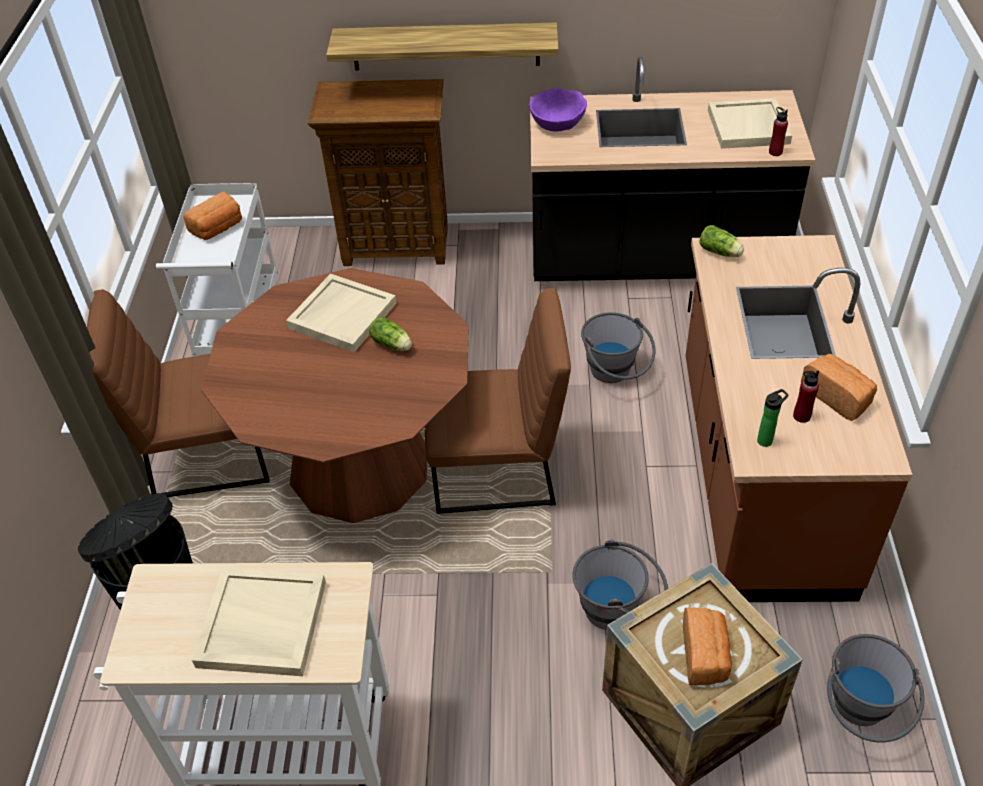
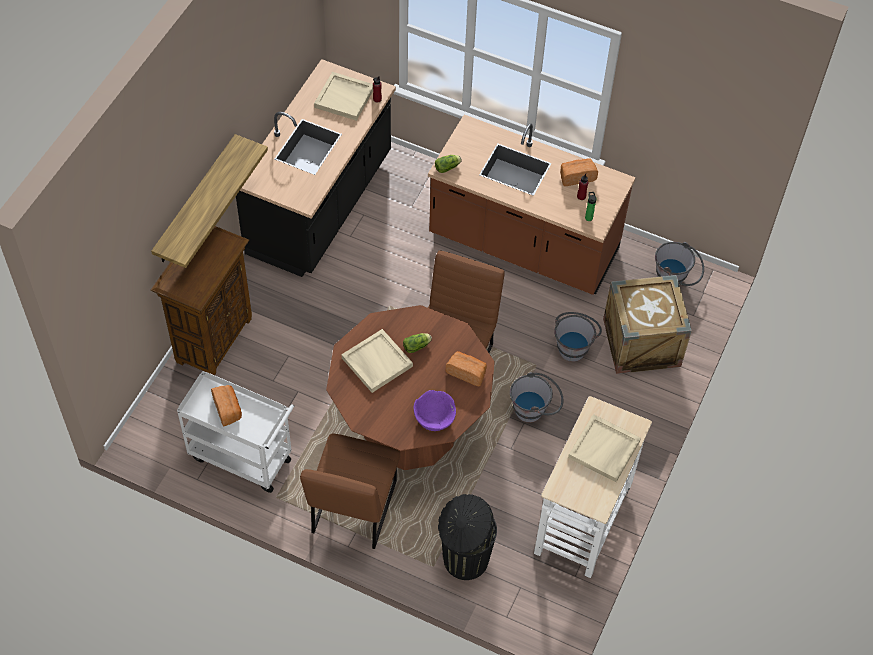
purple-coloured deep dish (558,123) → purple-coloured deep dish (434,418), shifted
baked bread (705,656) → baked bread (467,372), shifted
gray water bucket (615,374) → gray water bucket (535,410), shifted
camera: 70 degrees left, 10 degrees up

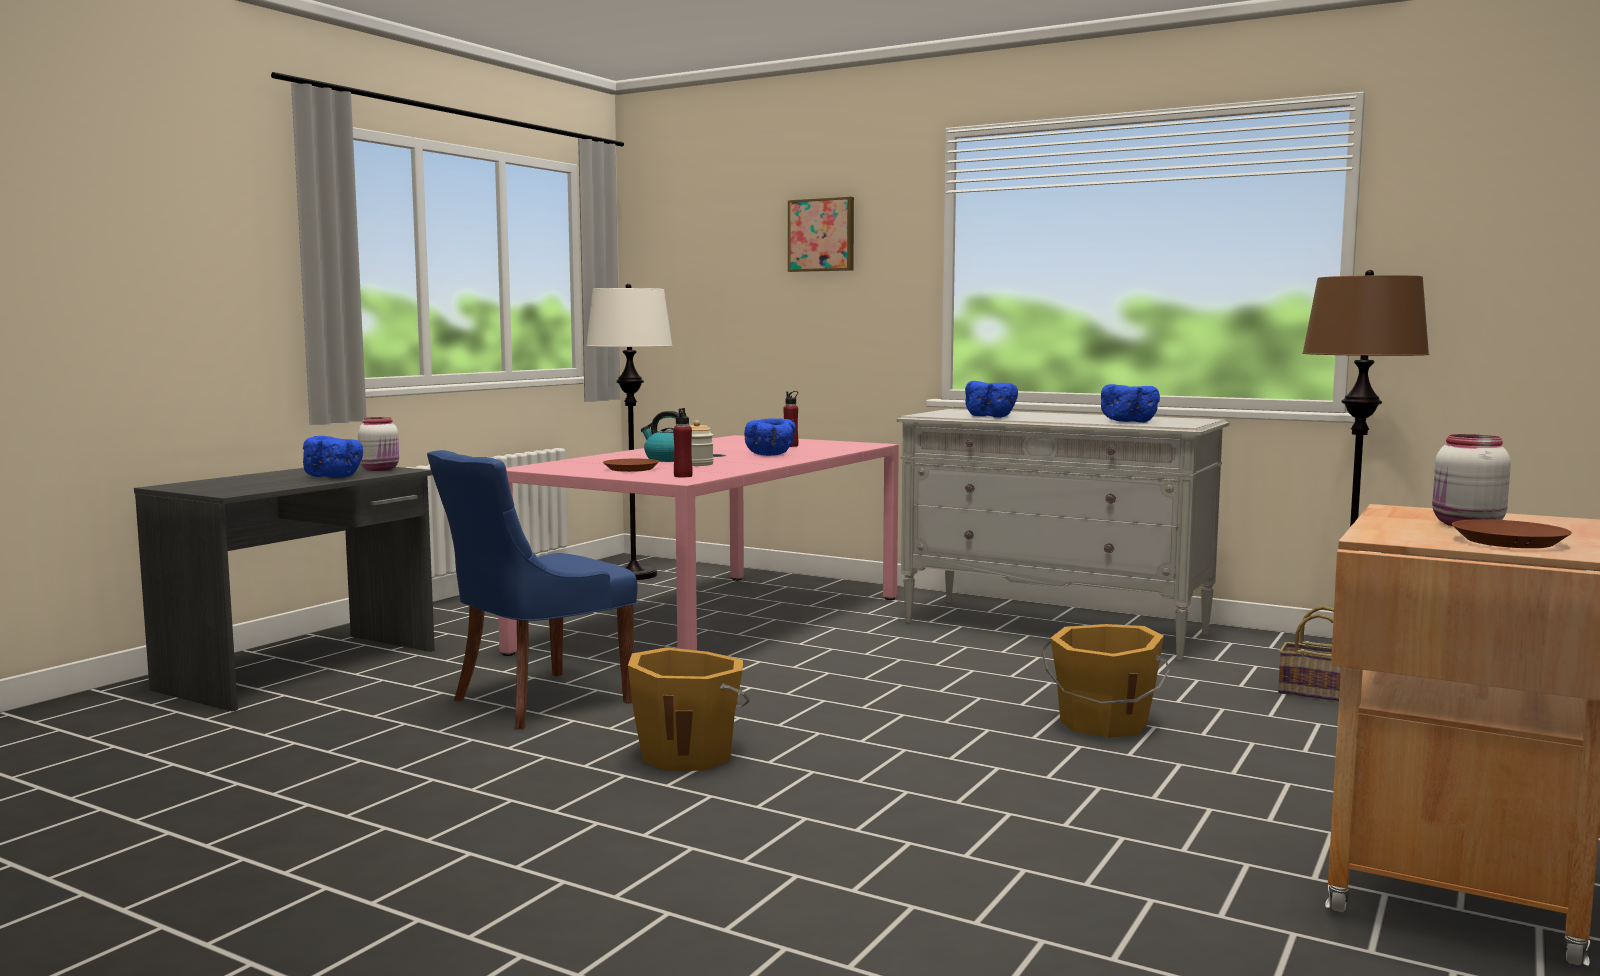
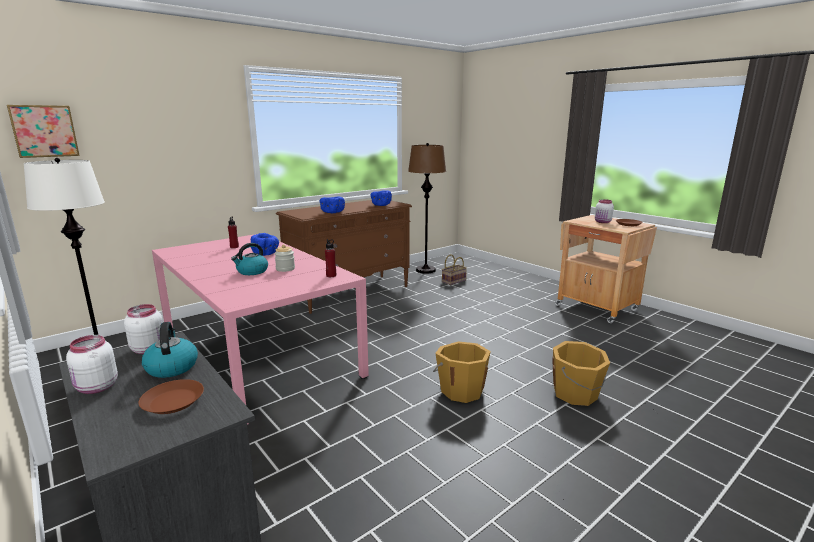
picture (822,235) → picture (44,131), shifted
- → white jar (96,388)
brownish plate (632,469) → brownish plate (173,401), shifted
blue-coloured deep dish (334,476) → tea kettle (171,367)
white chest of drawers (1055,628) → brownish chest of drawers (351,293)
orange water bucket (1103,724) → orange water bucket (576,394), shifted
blue-coloured plain chair (537,701) → -
camera: 70 degrees left, 10 degrees up

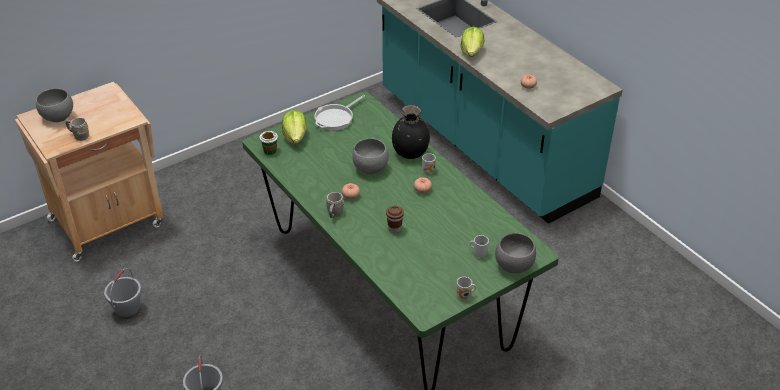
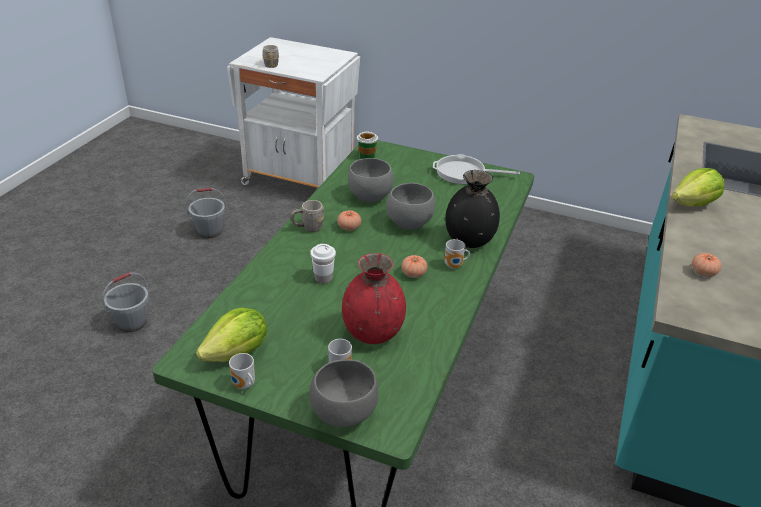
head of lettuce (295,137) → head of lettuce (238,353), shifted
brownish wheeled cart (108,221) → white wheeled cart (300,178)
brownish cup (394,229) → white cup (323,278)
- → reddish flower vase (373,333)
gray deep dish (58,118) → gray deep dish (369,197), shifted
camera: 55 degrees right, 5 degrees down

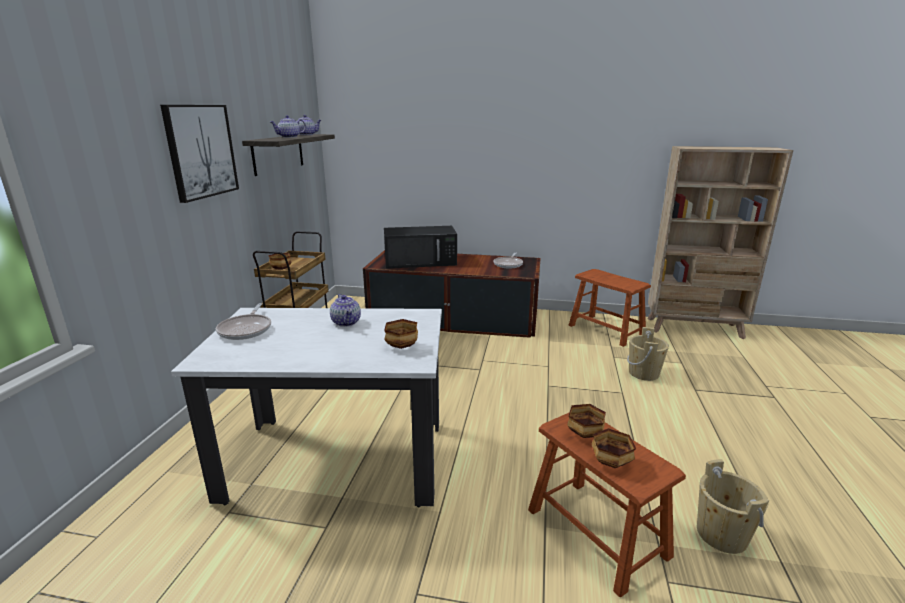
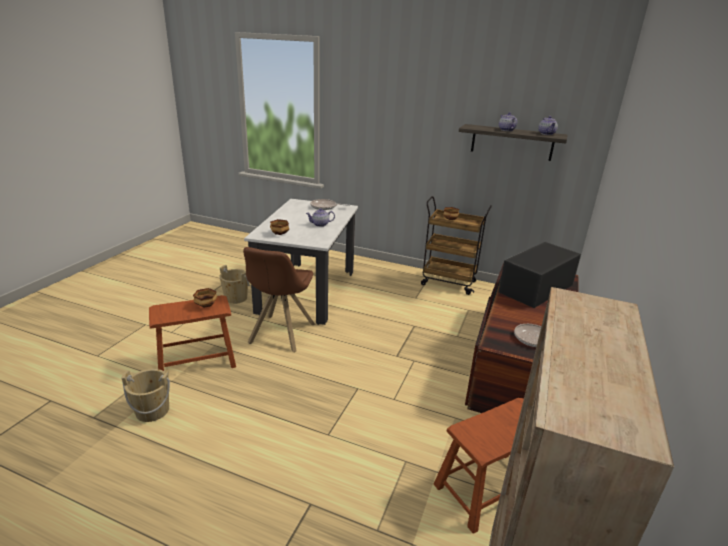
sand-coloured water bucket (643,373) → sand-coloured water bucket (236,298), shifted
- → brownish plain chair (281,333)
blackish microwave (421,261) → blackish microwave (536,289), 45 degrees clockwise
picture (201,151) → -
deep dish (612,462) → -
camera: 100 degrees right, 5 degrees up

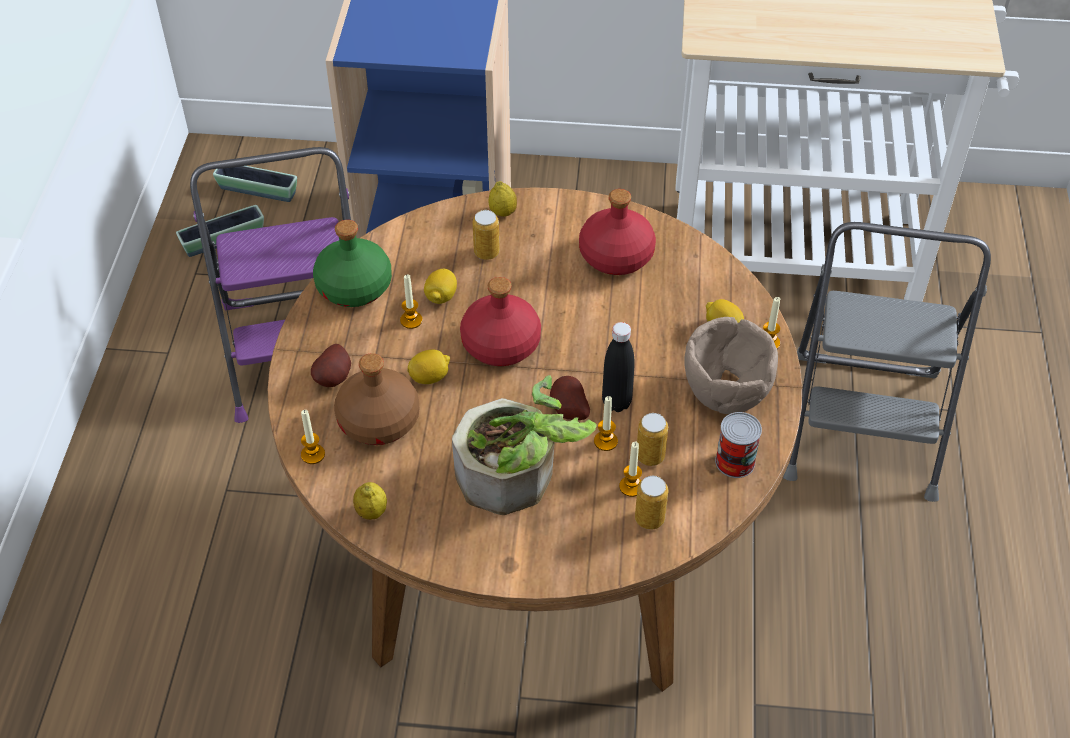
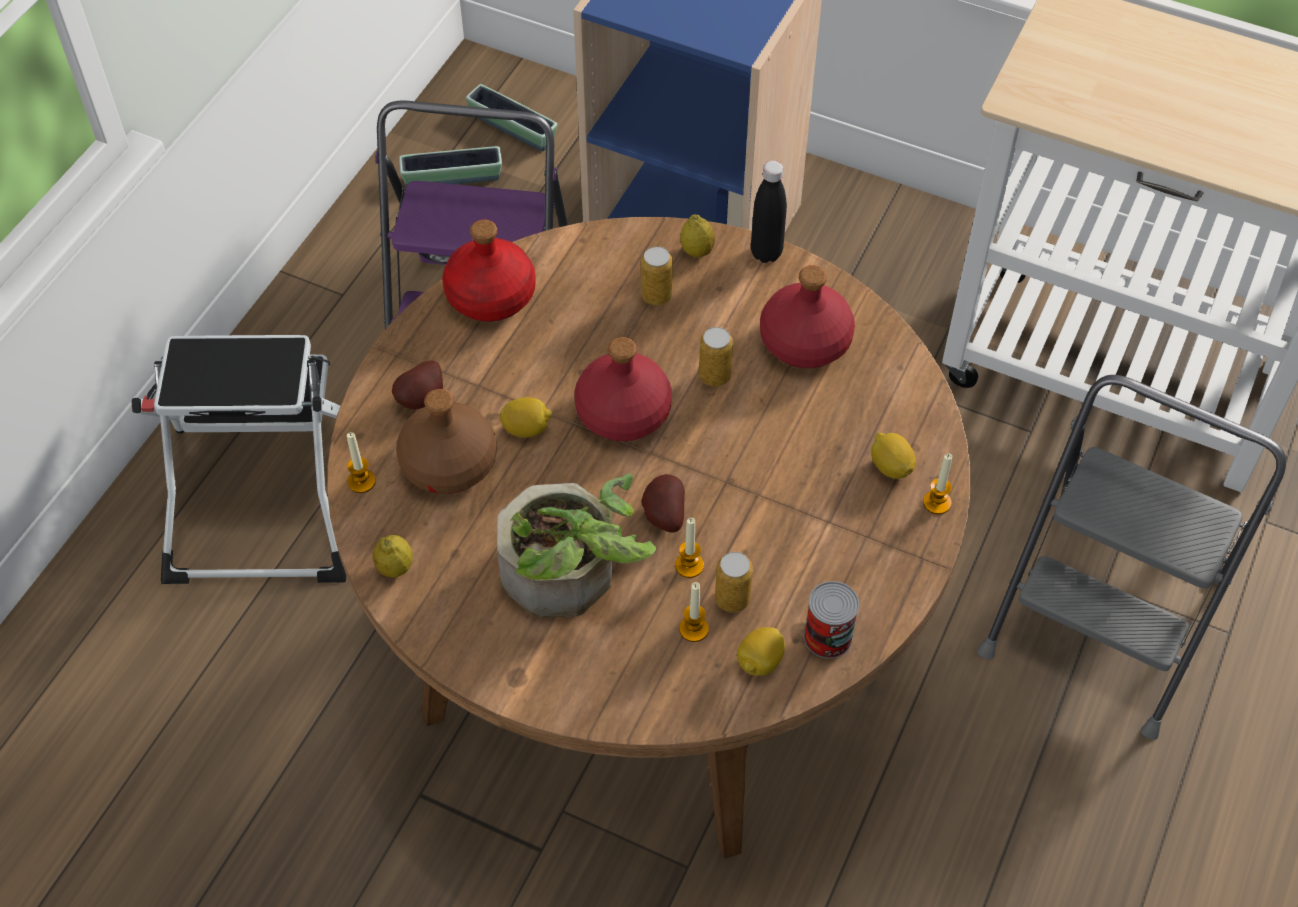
- → step stool (265,494)
green bottle (353,287) → reddish bottle (489,296)
can (649,519) → can (714,376), shifted
citrus fruit (441,297) → citrus fruit (759,662), shifted
blackish bottle (616,402) → blackish bottle (766,253), shifted
candle (411,320) → -
brownish deep dish (725,390) → -
camera: 20 degrees right, 5 degrees up

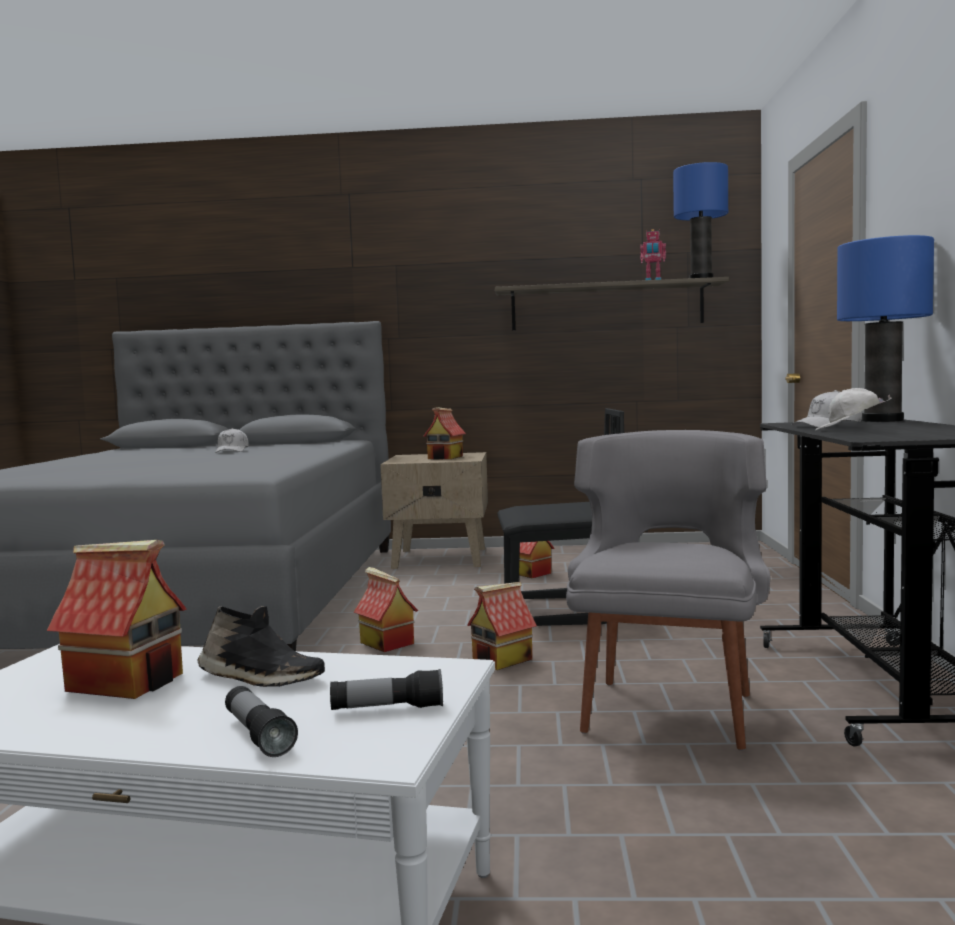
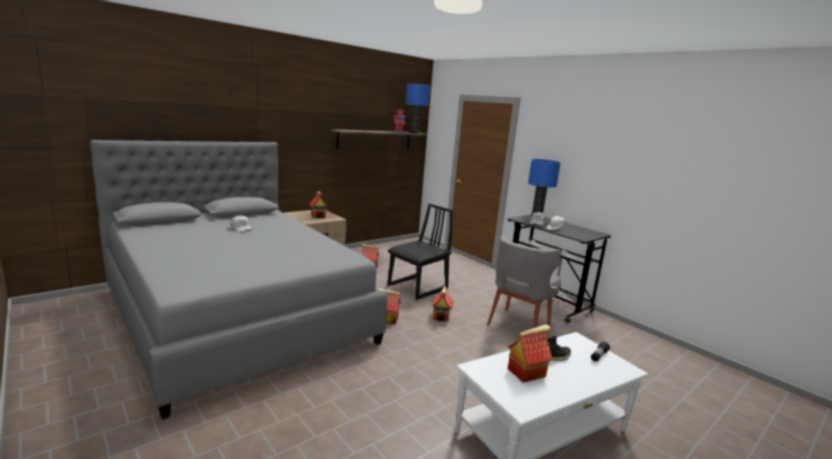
gray plain chair (668,714) → gray plain chair (519,325), 120 degrees counterclockwise
flashlight (258,735) → -
camera: 45 degrees left, 10 degrees up

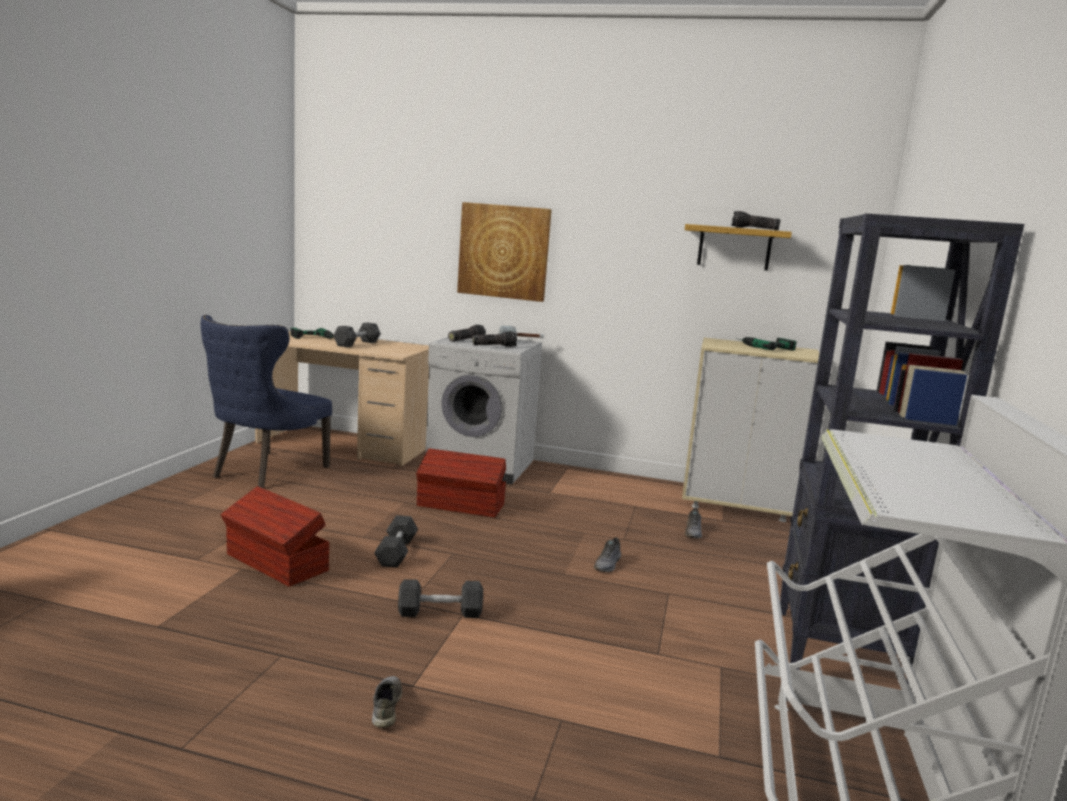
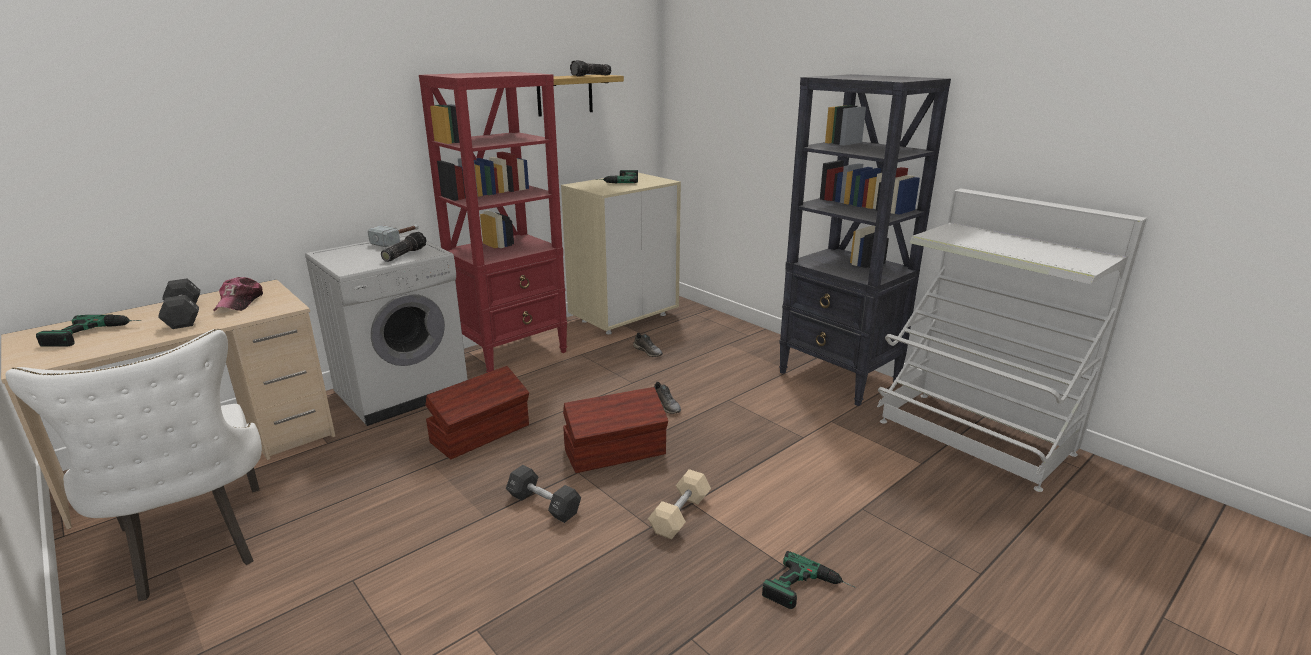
blue-coloured plain chair (265,471) → white plain chair (196,545)
- → peaked cap (240,302)
- → reddish shelving unit (513,353)
brownish storage container (276,563) → brownish storage container (616,452), shifted
blackish hand weight (440,612) → sand-coloured hand weight (680,515)
gray item of footwear (385,707) → power drill (809,591)
flashlight (465,340) → -
picture (504,251) → -
camera: 55 degrees left, 10 degrees up

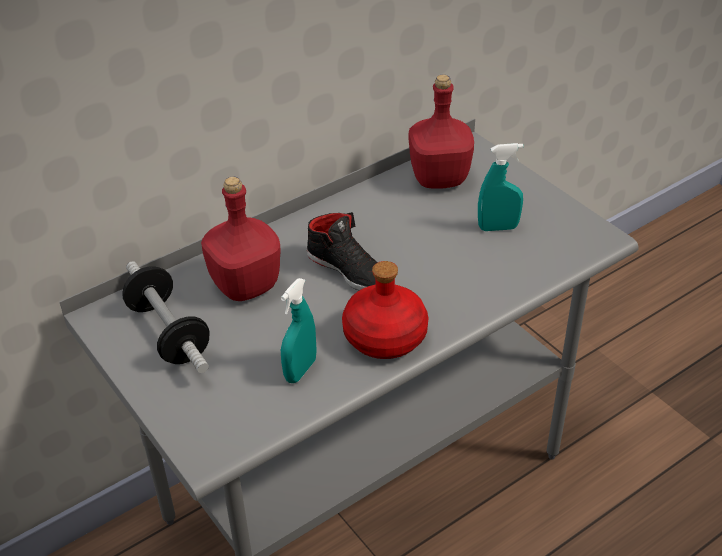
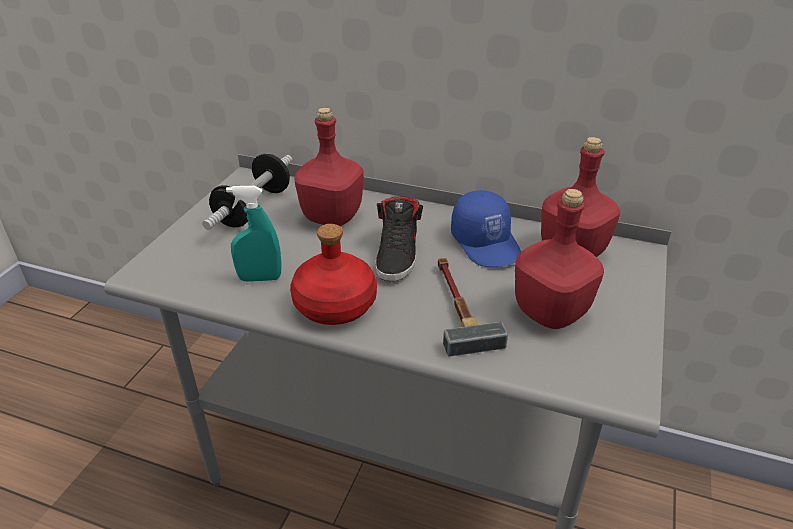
- → tool hammer (457,306)
- → blue-coloured peaked cap (487,243)
turquoise sprayer (498,227) → reddish bottle (549,313)
camera: 55 degrees right, 5 degrees down

